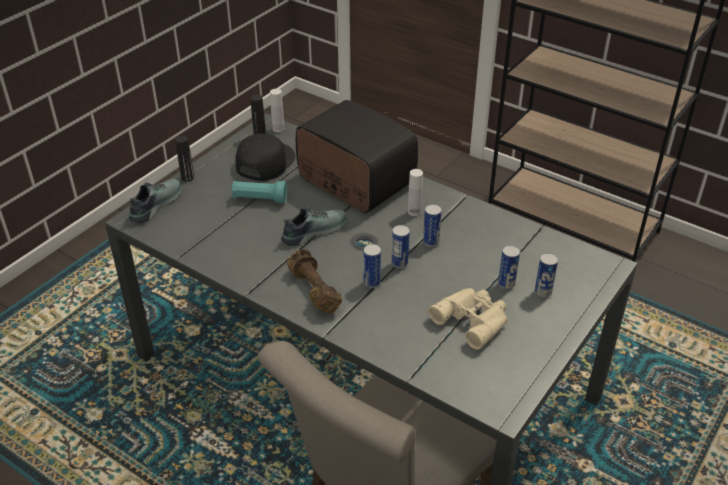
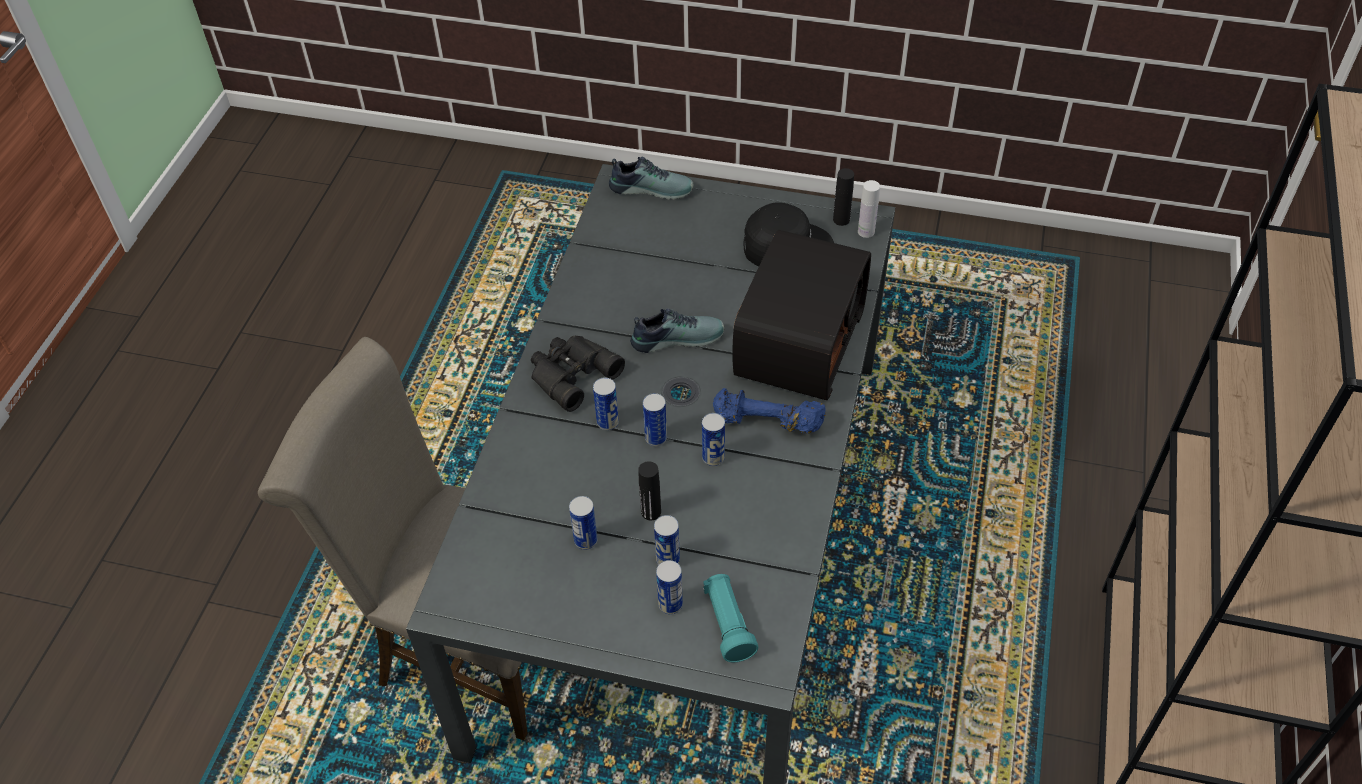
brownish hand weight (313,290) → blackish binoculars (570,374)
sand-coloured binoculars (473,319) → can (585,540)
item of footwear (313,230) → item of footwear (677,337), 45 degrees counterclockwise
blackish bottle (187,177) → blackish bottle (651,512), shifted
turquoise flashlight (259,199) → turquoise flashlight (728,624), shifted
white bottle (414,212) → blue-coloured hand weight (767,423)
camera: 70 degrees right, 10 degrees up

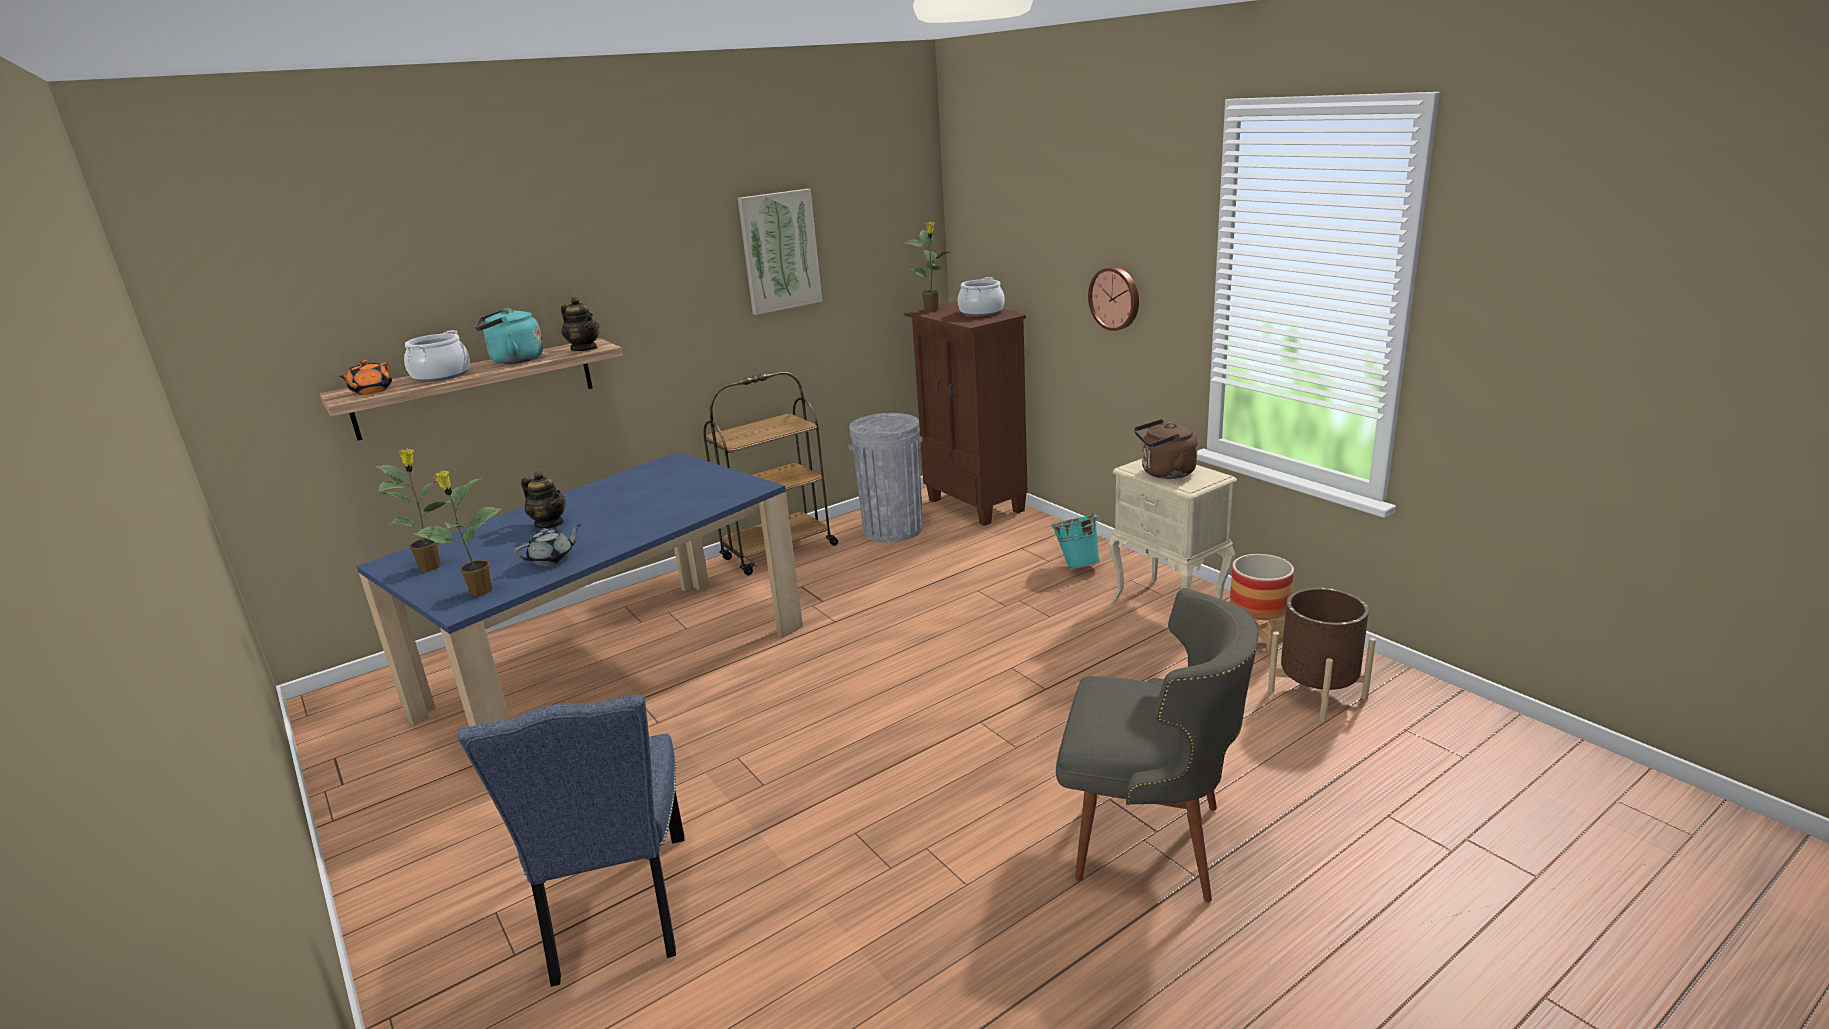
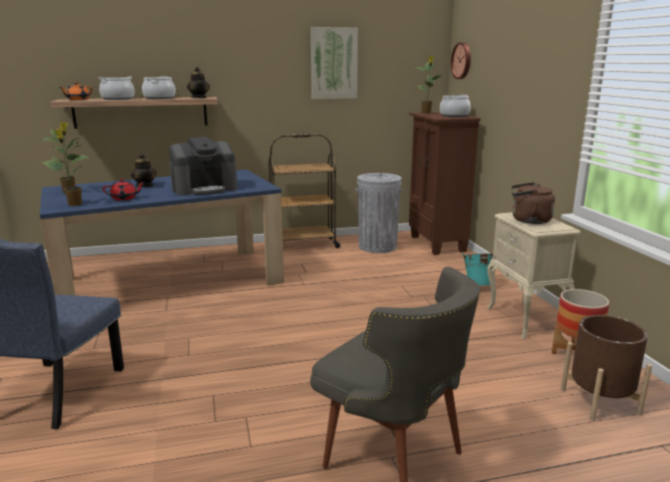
gray tea pot (552,559) → reddish tea pot (125,198)
turquoise tea kettle (513,360) → cooking pot (159,98)
- → coffee brewer (205,189)
clock on the wall (1115,298) → clock on the wall (462,61), shifted
camera: 20 degrees right, 5 degrees down

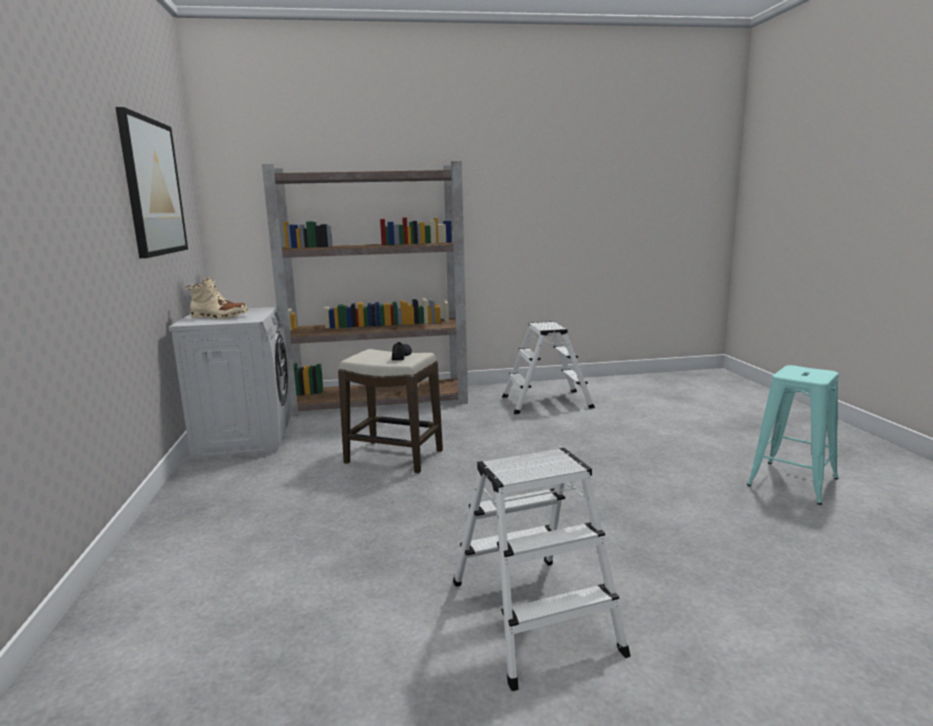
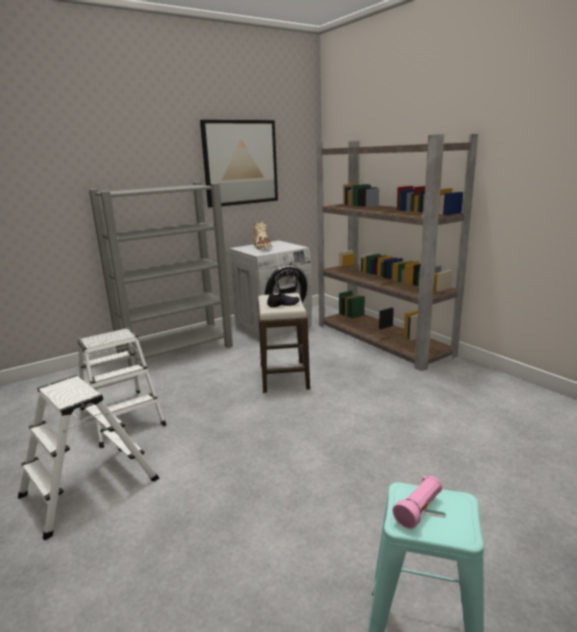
white step stool (547,402) → white step stool (121,416), shifted
- → gray shelving unit (176,352)
- → pink-coloured flashlight (419,509)
camera: 65 degrees right, 5 degrees up

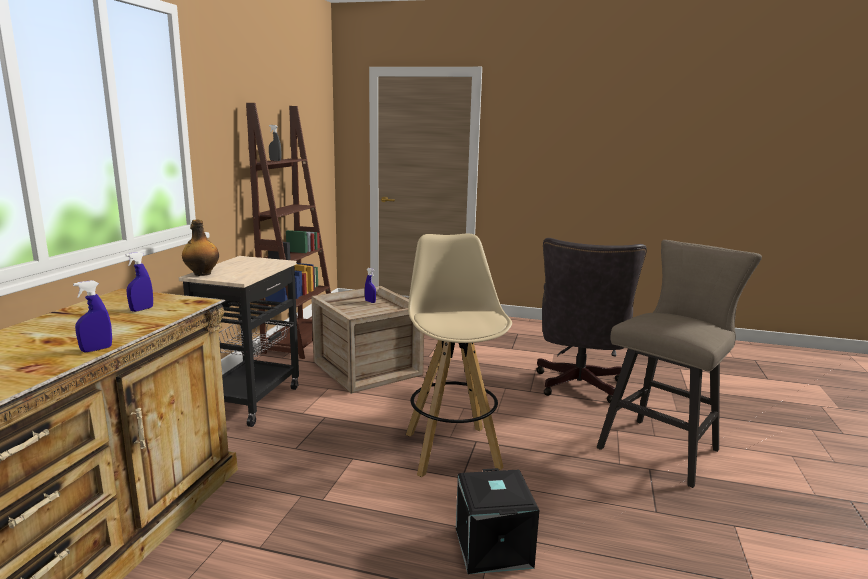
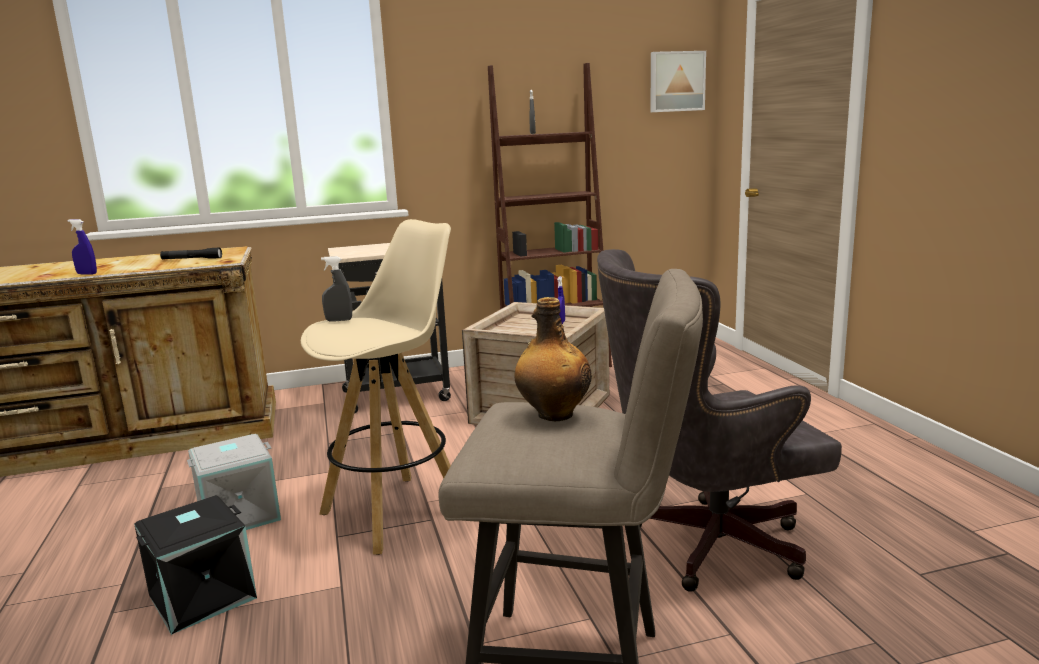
blue-coloured sprayer (141,309) → blackish flashlight (191,259)
- → gray storage container (239,514)
- → gray sprayer (339,320)
bottle (202,274) → bottle (553,415), shifted
- → picture (676,81)
camera: 60 degrees right, 0 degrees up

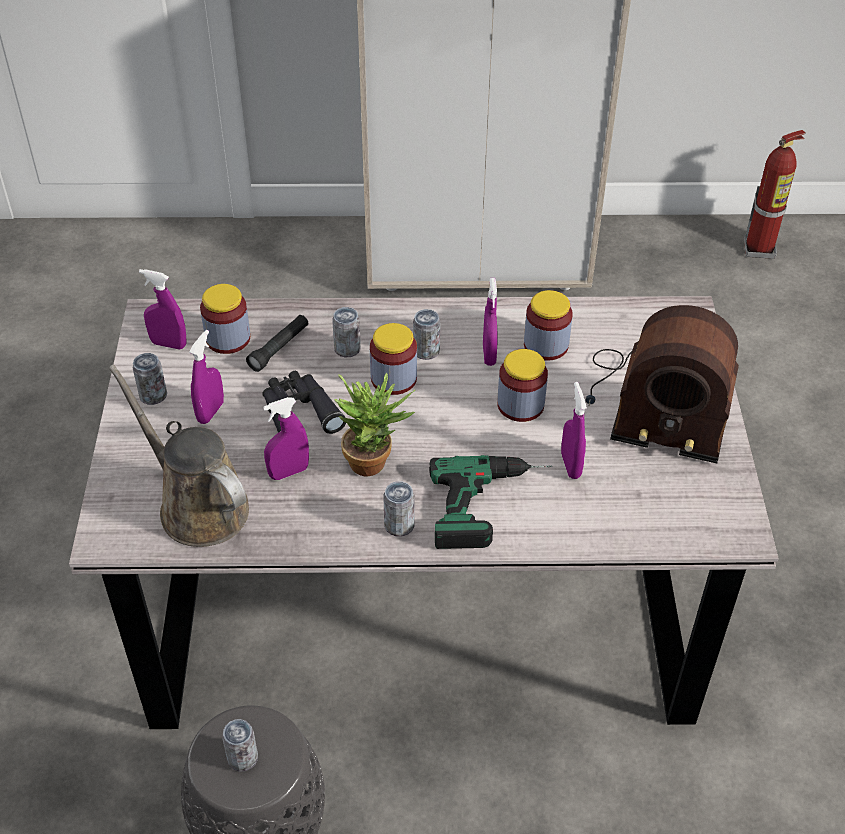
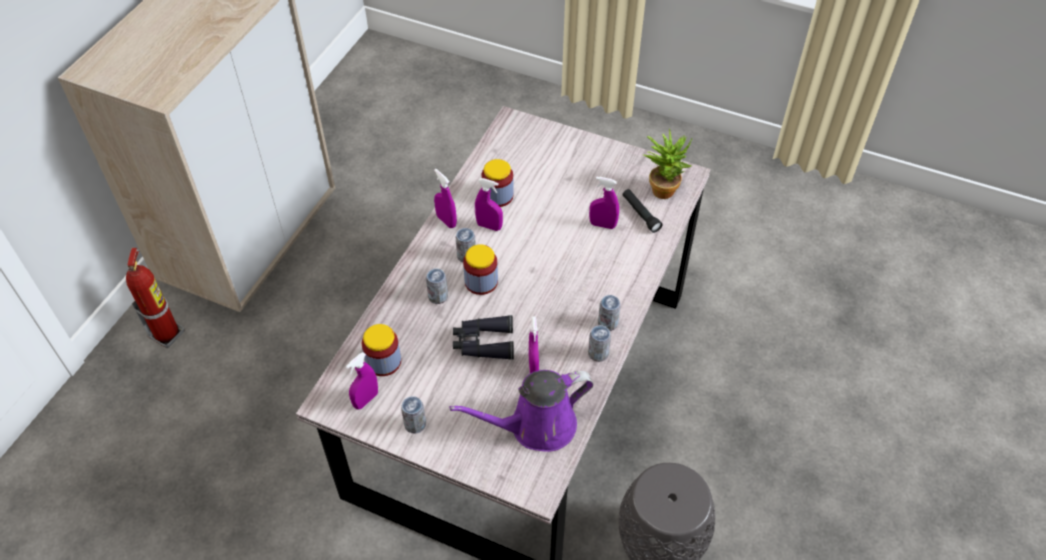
extinguisher (760,249) → extinguisher (167,334), shifted
purple-coloured sprayer (210,412) → purple-coloured sprayer (446,221), shifted
brownish watering can (197,505) → purple-coloured watering can (536,426)
can (242,758) → can (598,353), shifted
blackish flashlight (279,348) → blackish flashlight (640,214), shifted
plant in a pot (375,461) → plant in a pot (663,187), shifted
power drill (492,505) → -
jar (520,405) → -
radio set (655,404) → -
camera: 65 degrees left, 5 degrees up

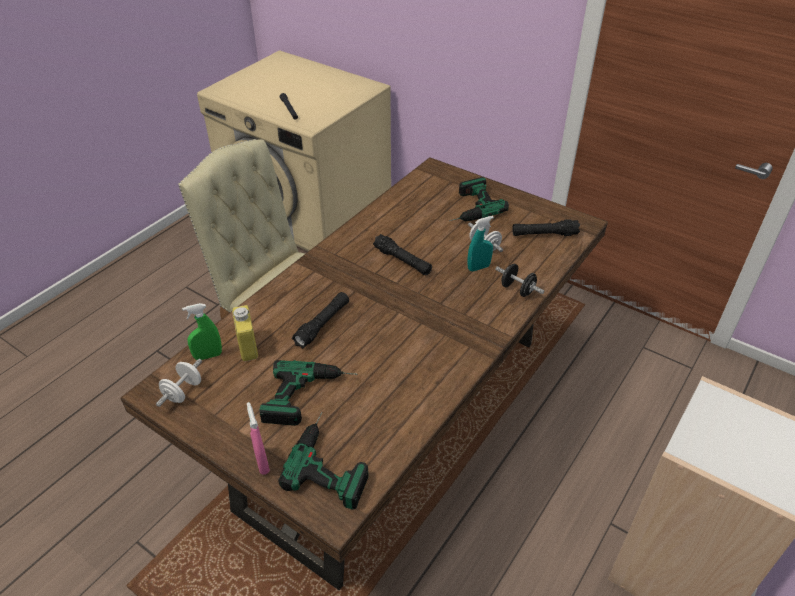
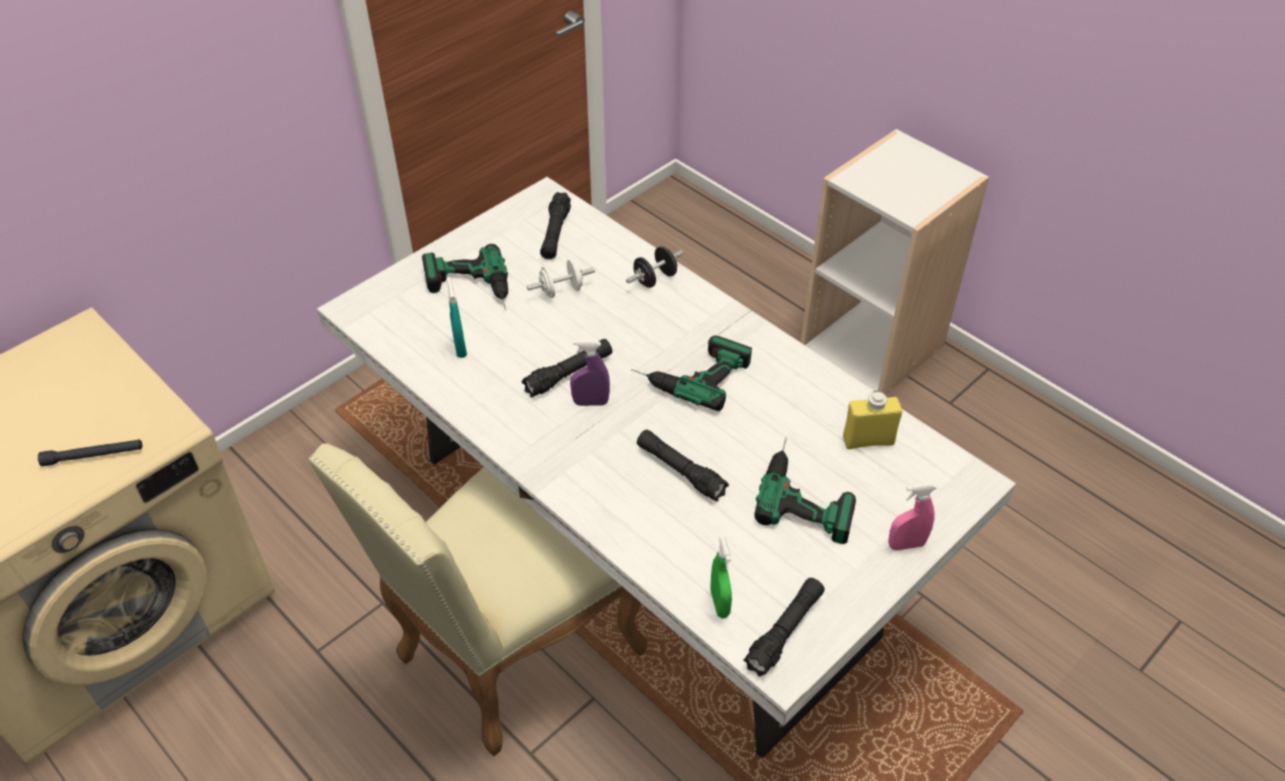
brownish kitchen table (397,418) → white kitchen table (640,544)
turquoise sprayer (478,267) → turquoise sprayer (460,348), shifted
- → purple-coloured sprayer (590,402)
power drill (332,460) → power drill (690,372), shifted
white hand weight (183,392) → blackish flashlight (785,631)
yellowish bottle (248,347) → yellowish bottle (868,440), shifted
camera: 80 degrees left, 5 degrees up

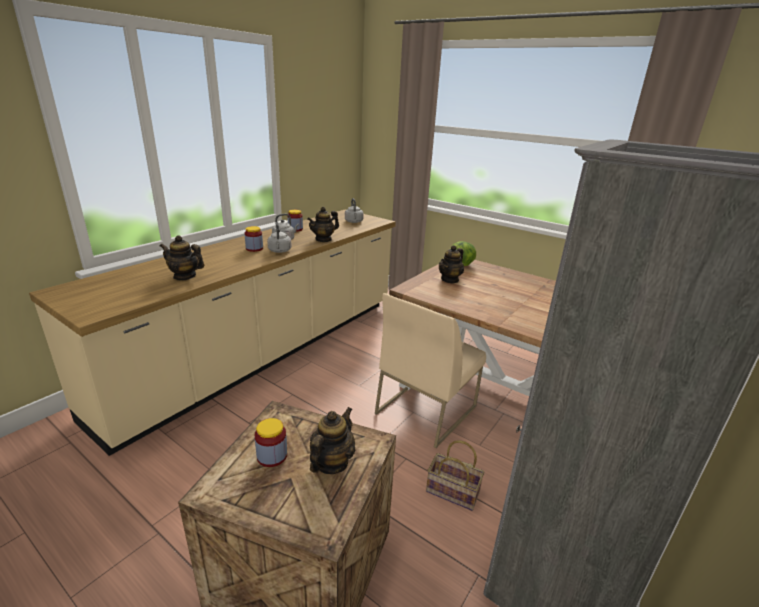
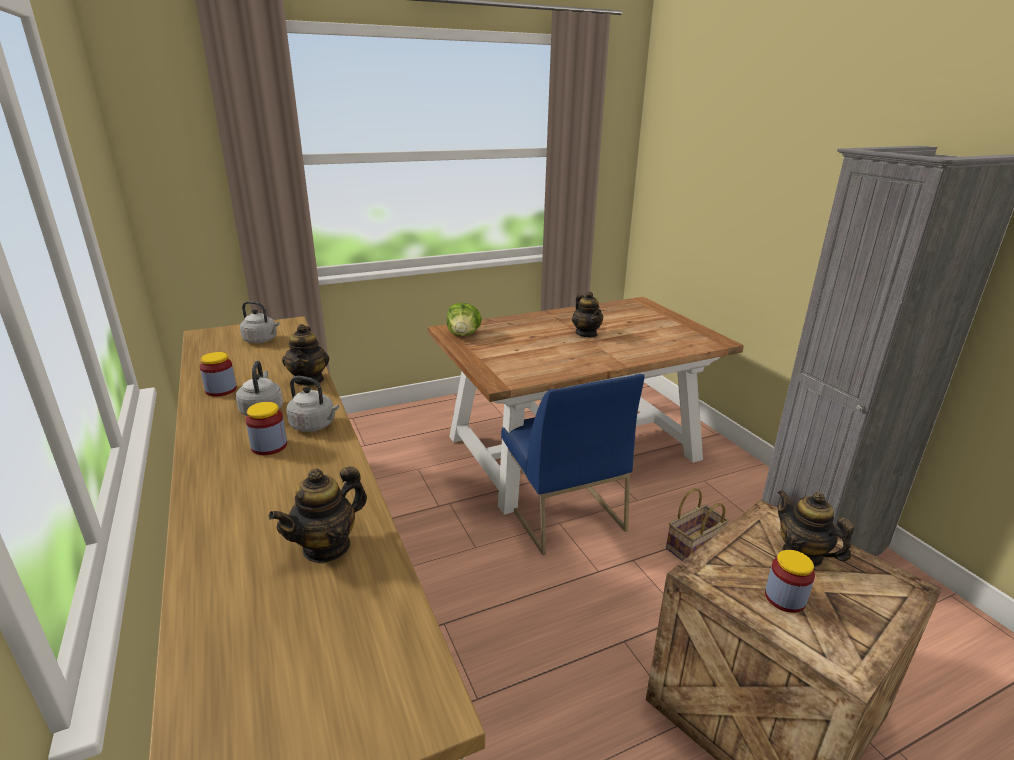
sand-coloured plain chair (426,409) → blue-coloured plain chair (561,511)
tea pot (450,279) → tea pot (586,334), shifted
camera: 60 degrees left, 0 degrees up

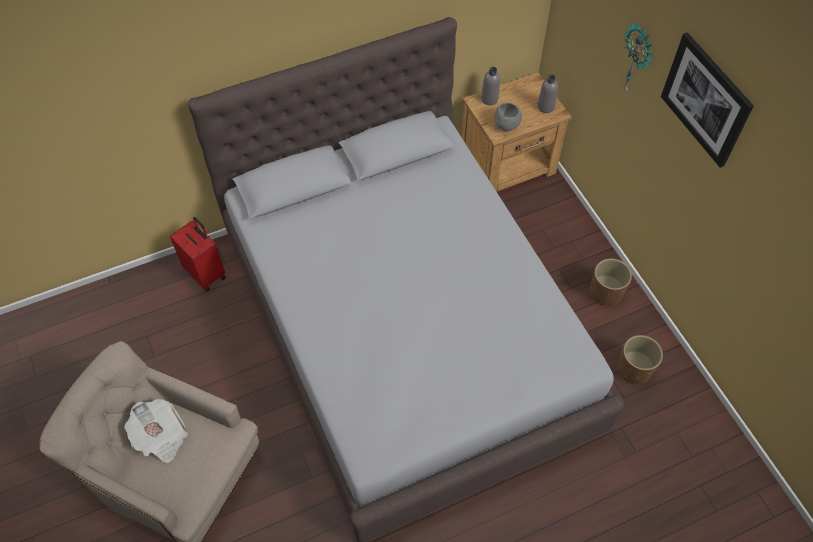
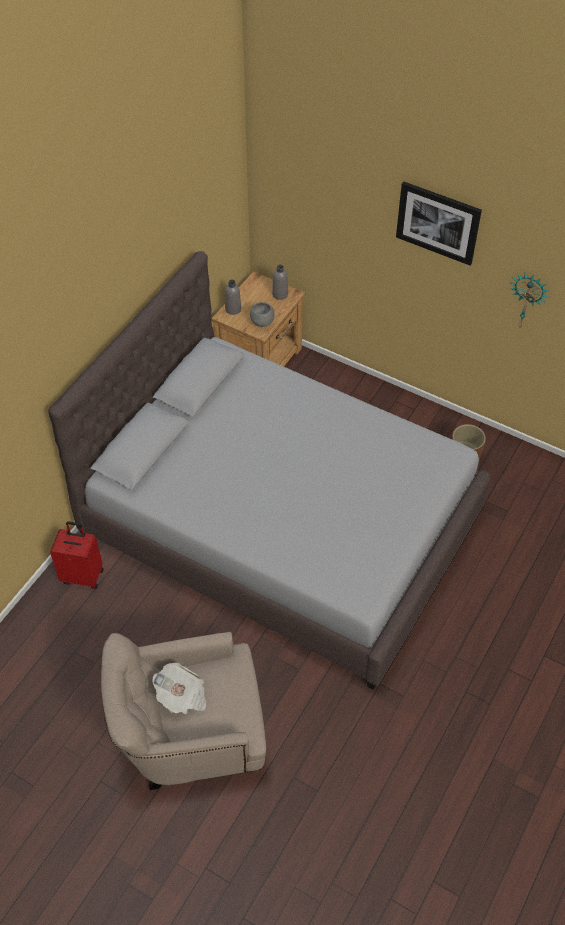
clock on the wall (636,60) → clock on the wall (527,300), shifted
brownish planter (606,293) → -
camera: 35 degrees left, 5 degrees down

